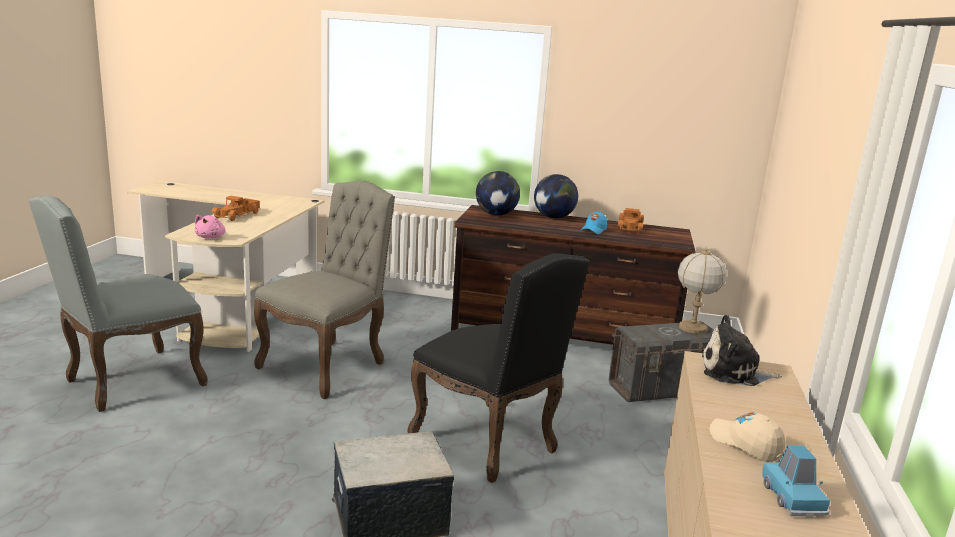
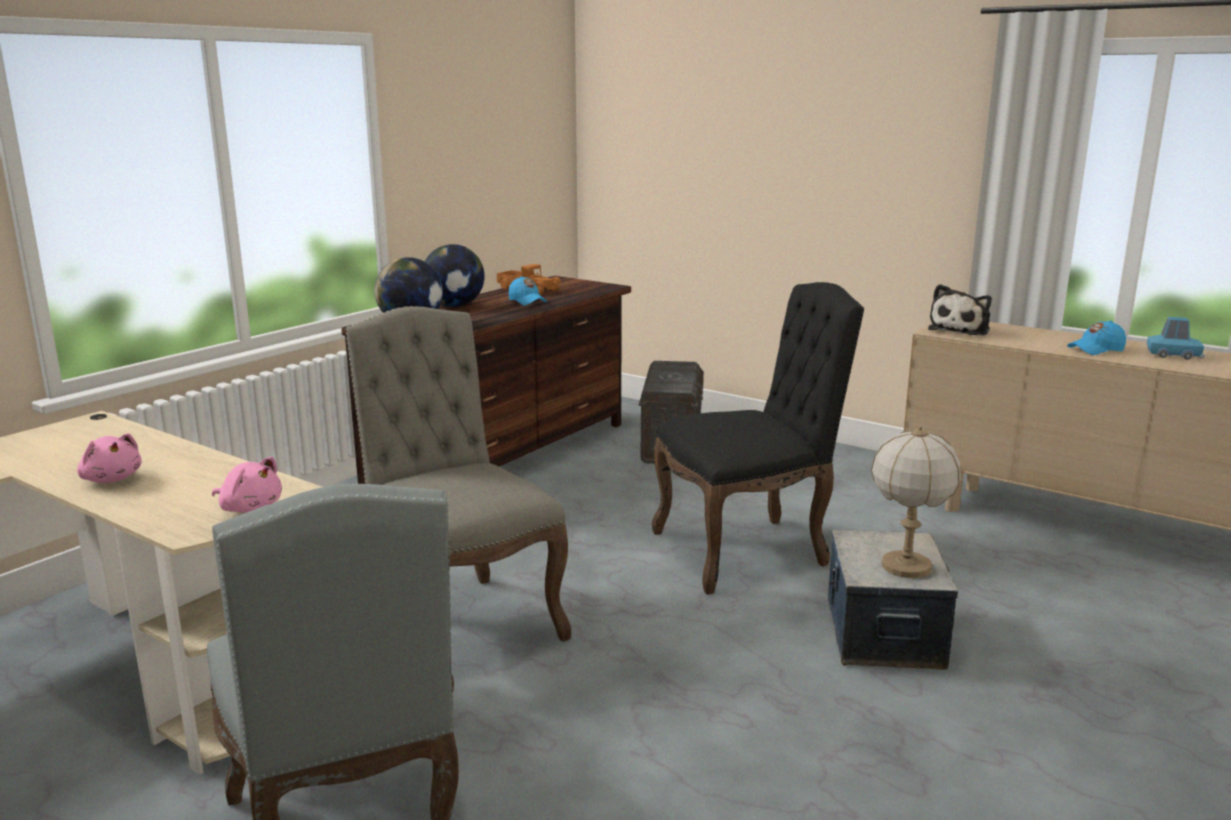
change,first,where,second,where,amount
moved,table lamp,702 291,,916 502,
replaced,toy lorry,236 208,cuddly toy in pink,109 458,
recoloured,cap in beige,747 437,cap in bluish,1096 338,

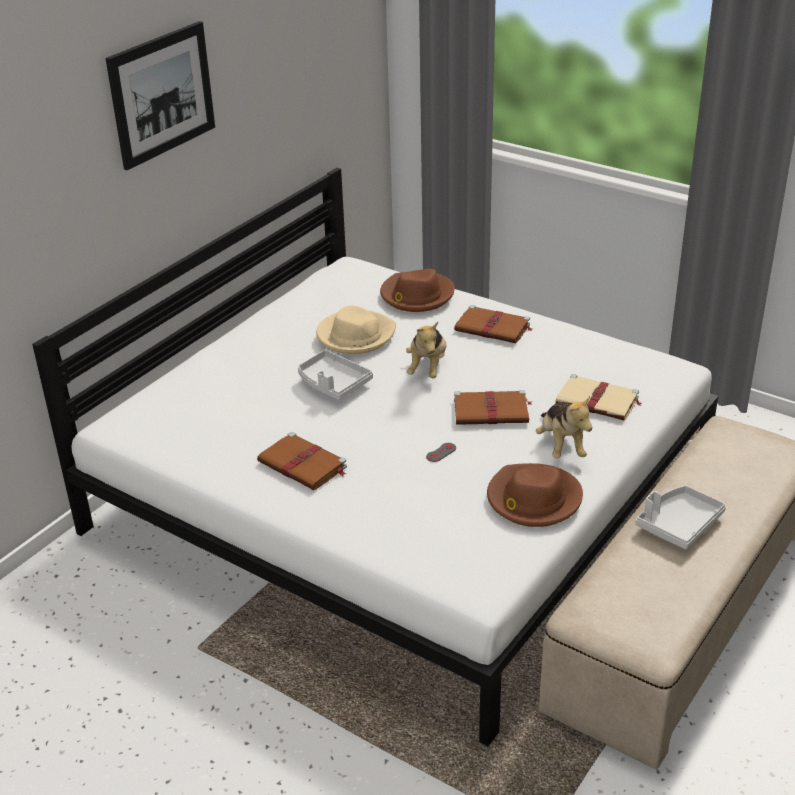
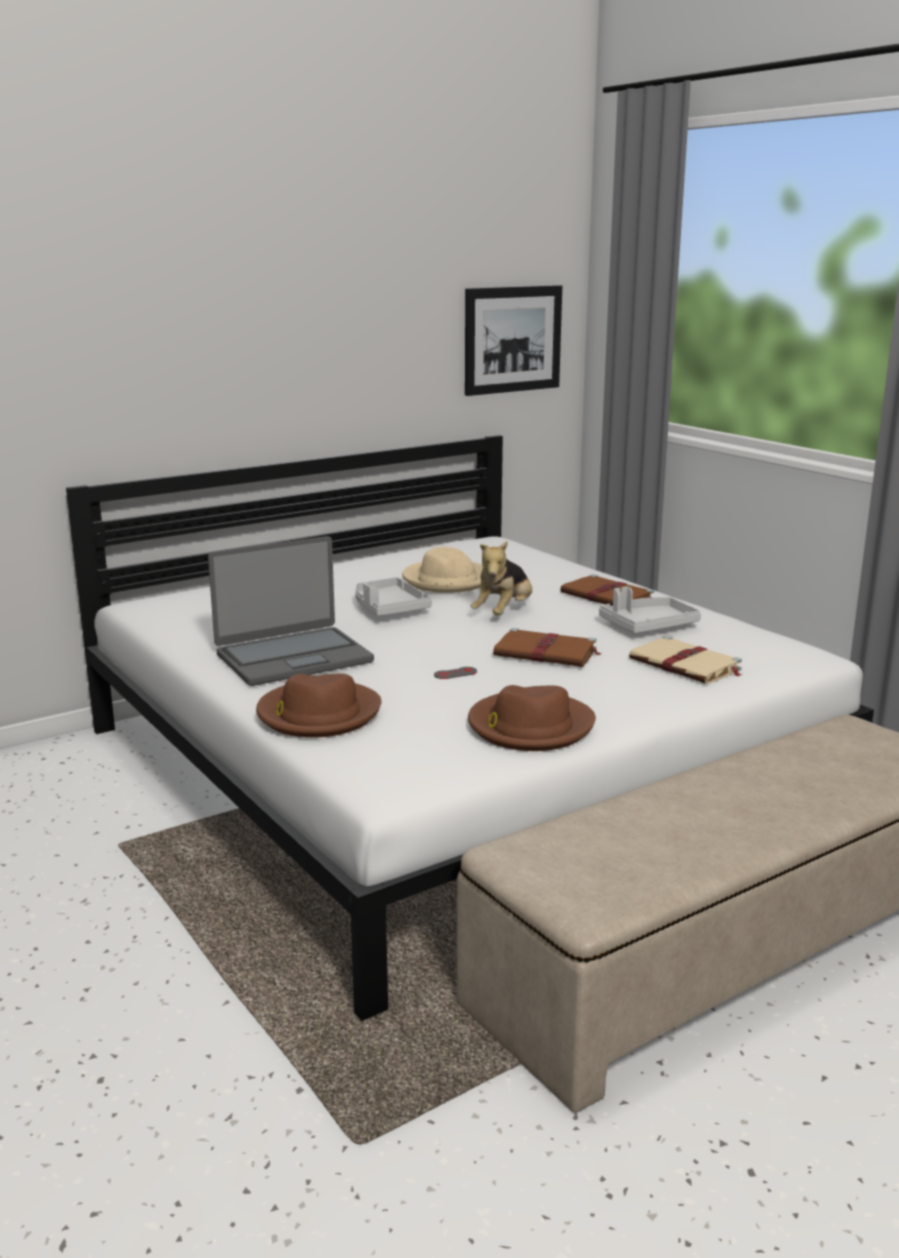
change,first,where,second,where,amount
removed,cuddly toy,564 427,,,
moved,wall picture,160 95,,513 340,
moved,clothing hat in brown,417 290,,318 705,
moved,serving tray in gray,680 517,,650 610,
replaced,book in brown,302 461,portable computer,291 611,

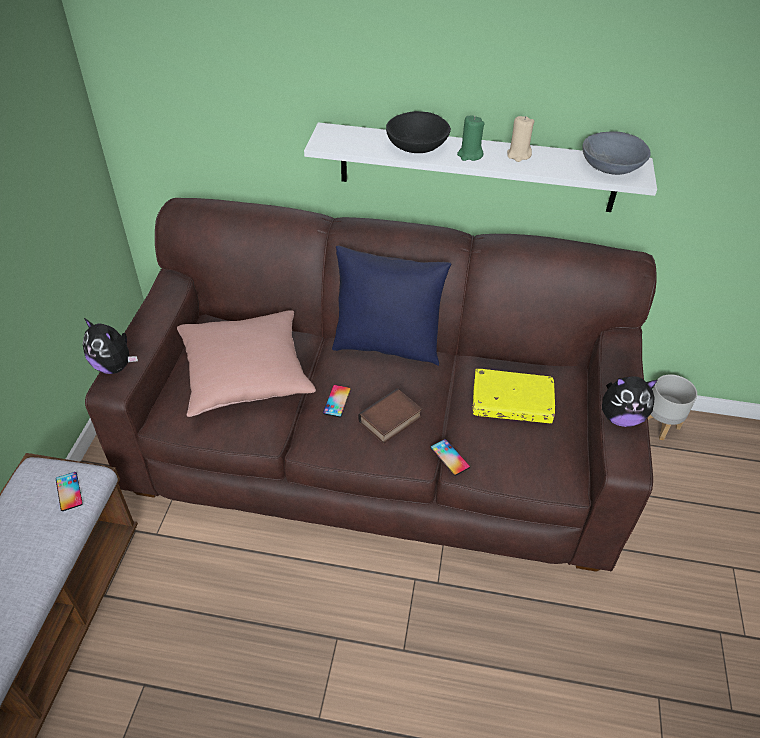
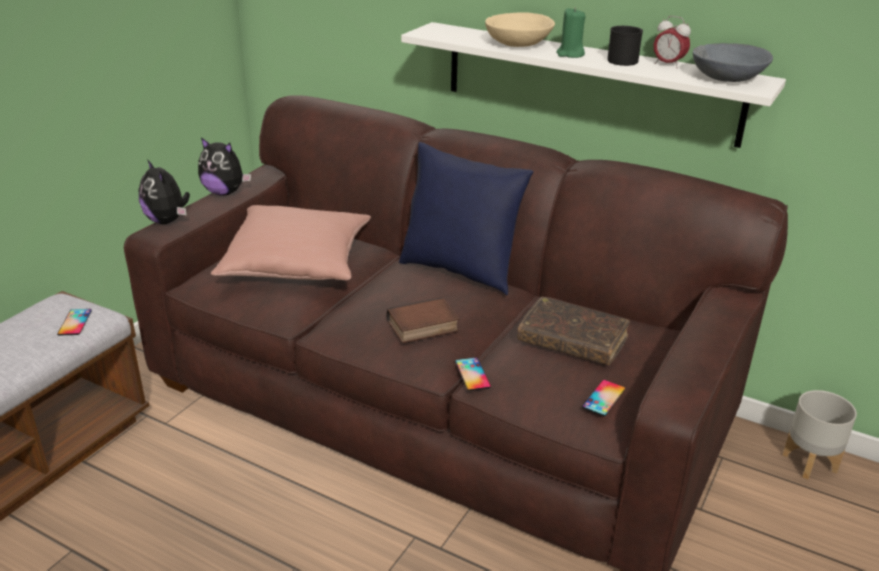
change,first,where,second,where,amount
added,,,bedside clock,672 42,
moved,telephone,337 401,,604 398,
moved,cuddly toy,629 401,,224 166,
replaced,candle in beige,520 139,tea mug in black-coloured,625 46,
recoloured,bowl in black-coloured,418 132,bowl in beige,520 29,
recoloured,book in yellow-coloured,514 396,book in brown,573 331,

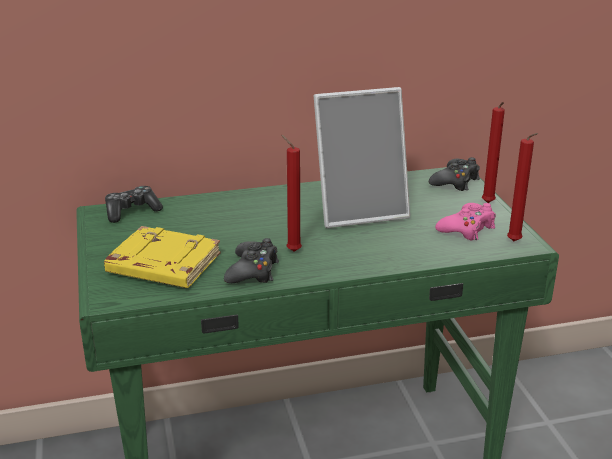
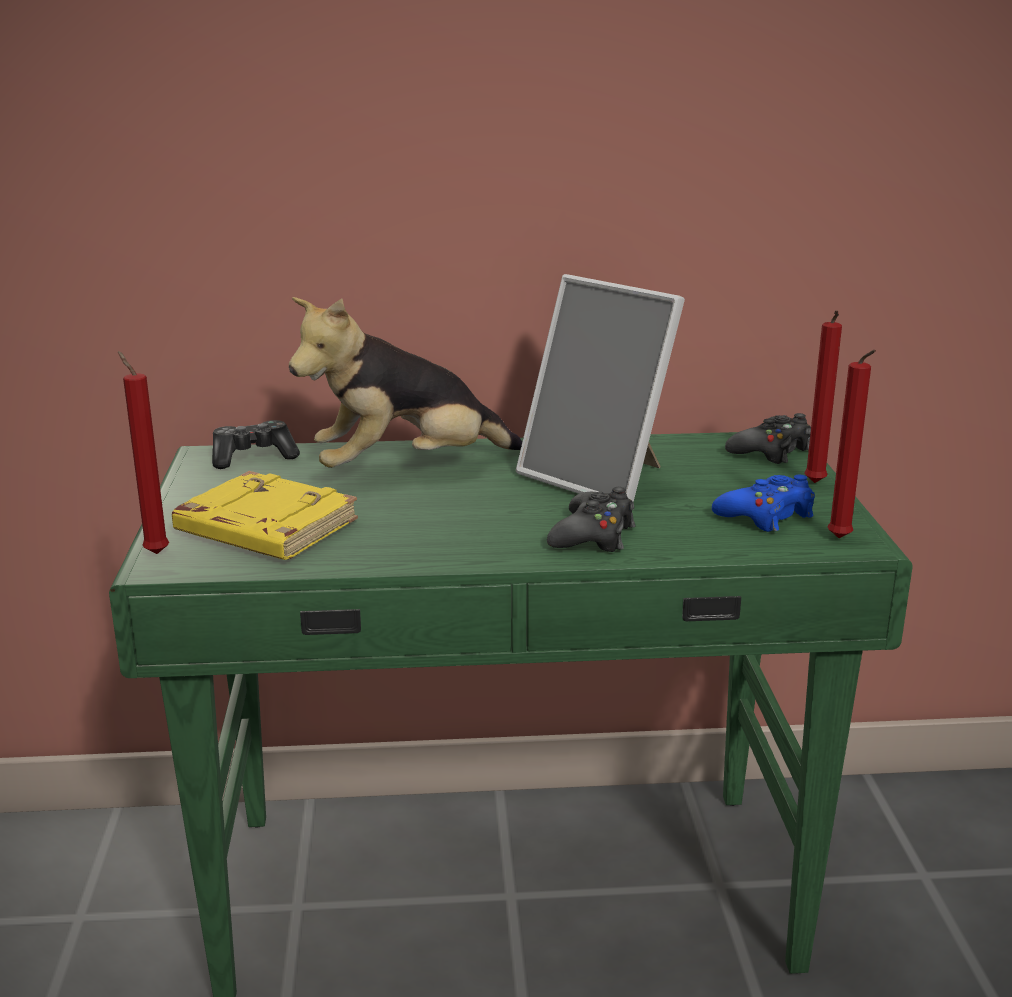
change,first,where,second,where,amount
added,,,cuddly toy,405 382,
moved,game controller in black-coloured,251 260,,591 519,
moved,candle in reddish,291 193,,143 452,
recoloured,game controller in pink,465 222,game controller in bluish,763 503,
turned,photo frame,362 157,,600 388,45 degrees clockwise

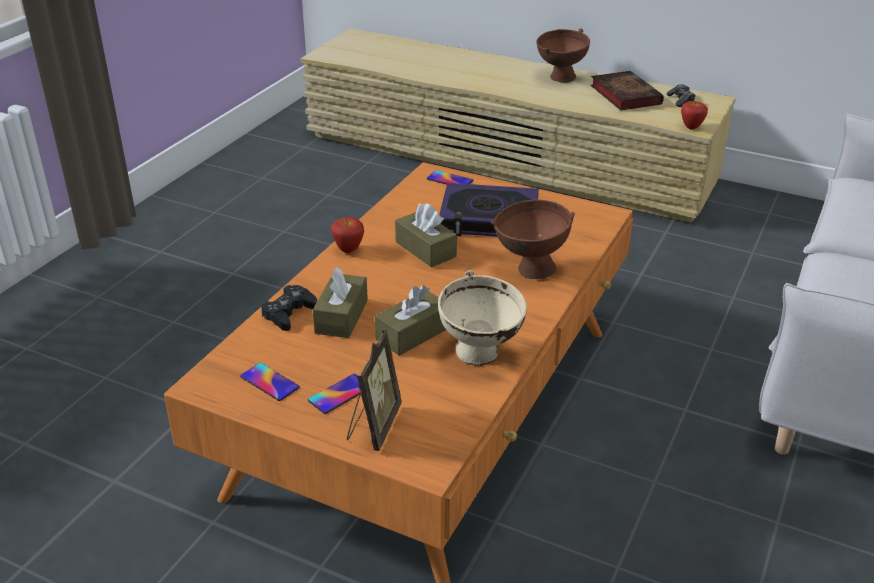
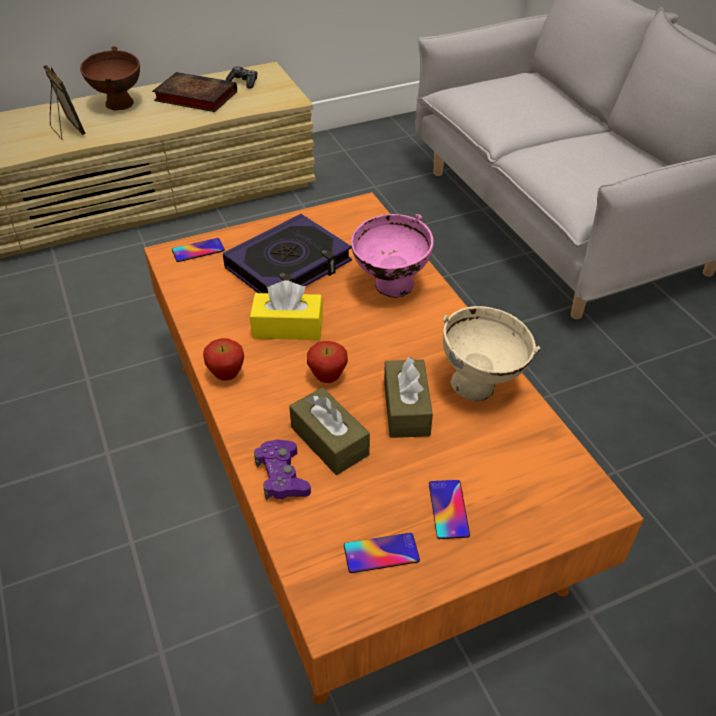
change,first,where,second,where,amount
moved,photo frame,374 390,,64 102,
moved,whole apple,694 115,,327 362,
recoloured,game controller in black-coloured,289 308,game controller in purple,282 470,
recoloured,tissue box in brown,426 235,tissue box in yellow-coloured,286 310,
recoloured,bowl in brown,533 239,bowl in pink,392 256,

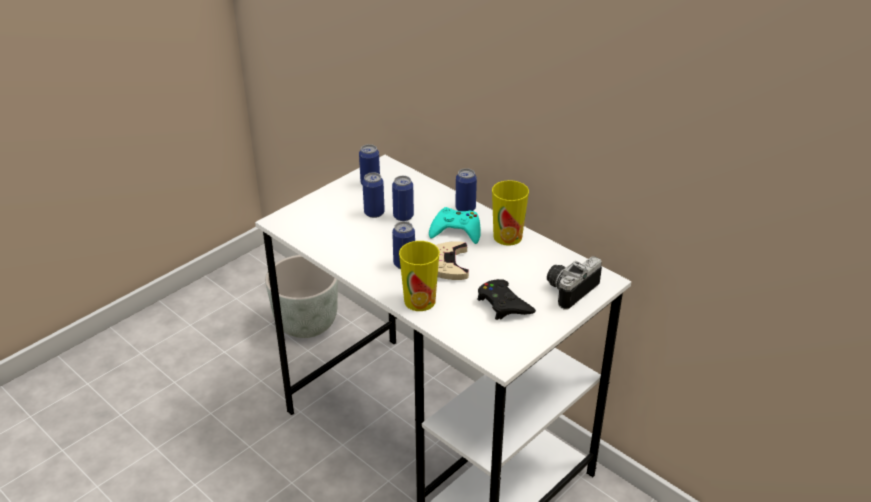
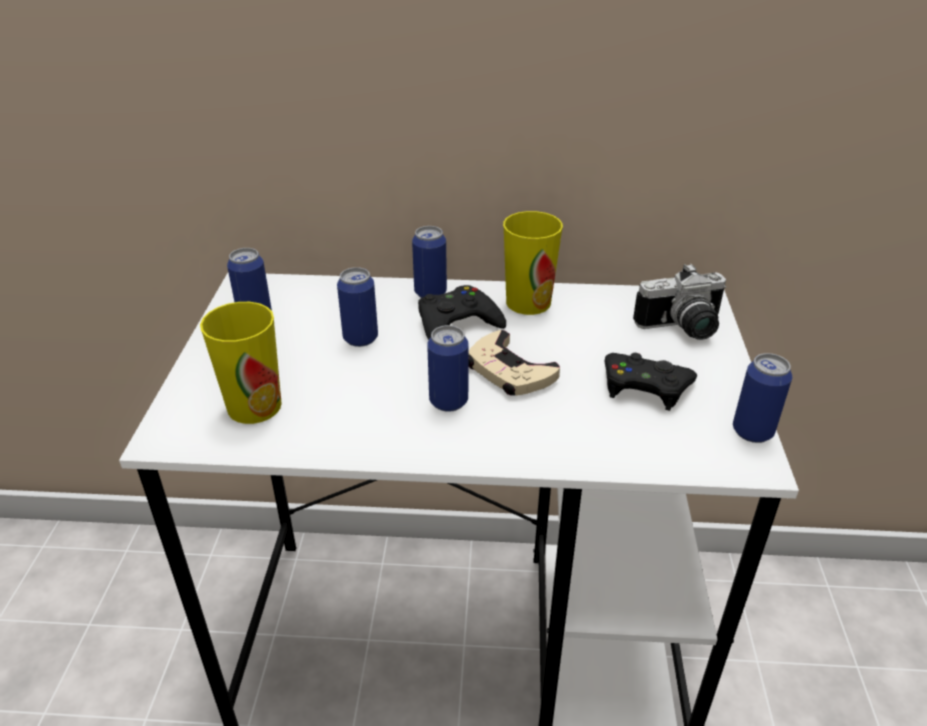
change,first,where,second,where,amount
removed,planter in gray,301 296,,,
moved,can,373 195,,762 398,
moved,cup,419 276,,241 363,
recoloured,game controller in turquoise,455 225,game controller in black-coloured,462 312,
turned,still camera,574 283,,679 301,105 degrees counterclockwise

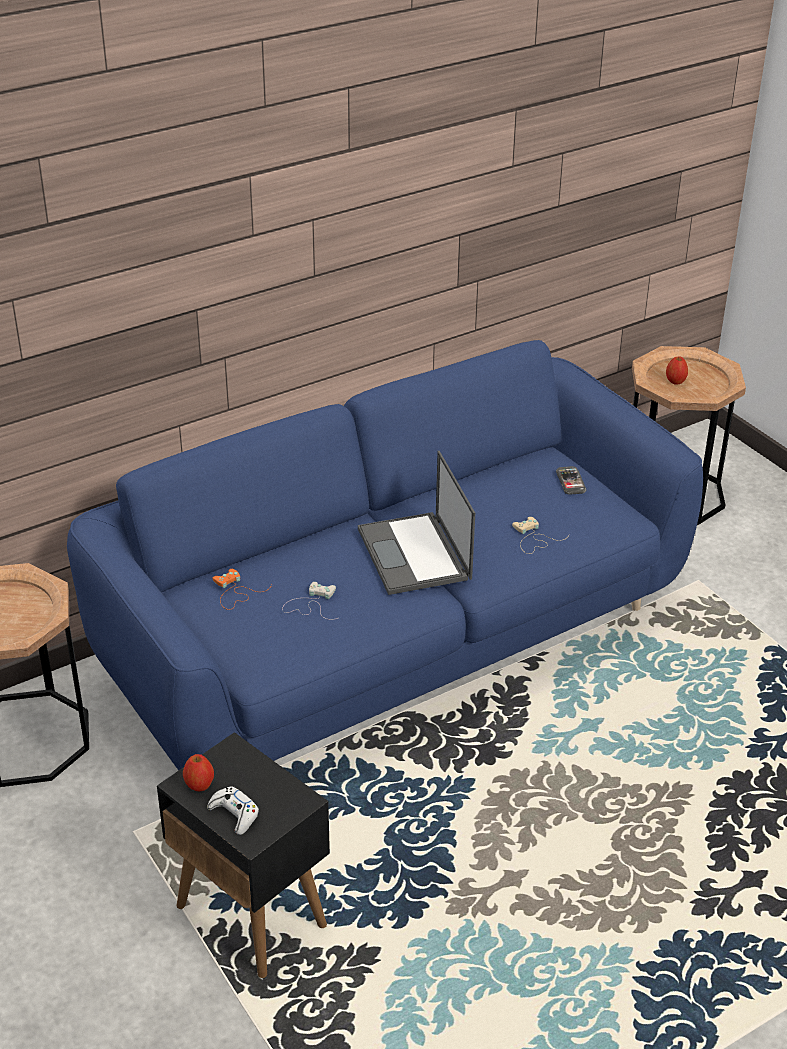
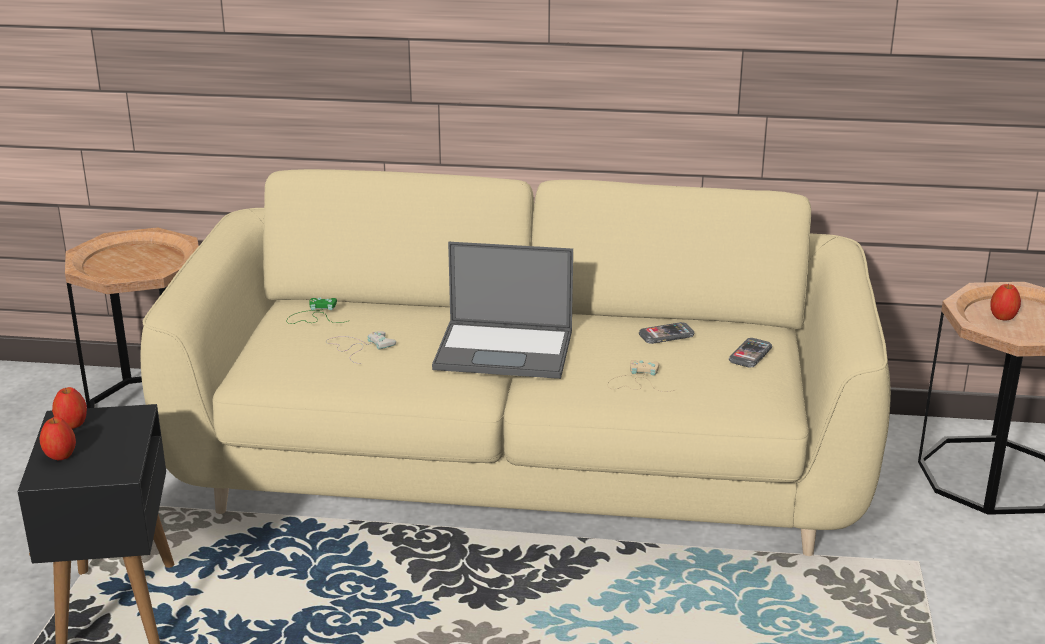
change,first,where,second,where,amount
added,,,telephone,667 333,
replaced,game controller in white,233 810,whole apple,57 438,
recoloured,couch in bluish,385 555,couch in beige,515 362,
recoloured,game controller in orange-coloured,242 589,game controller in greenish,317 311,
turned,portable computer,416 523,,502 310,105 degrees counterclockwise

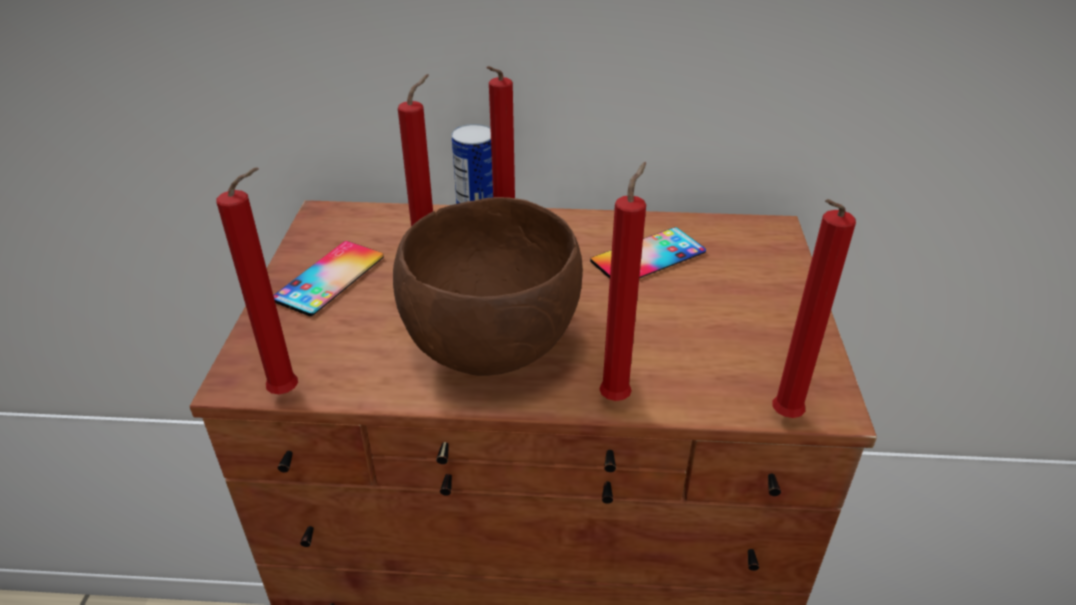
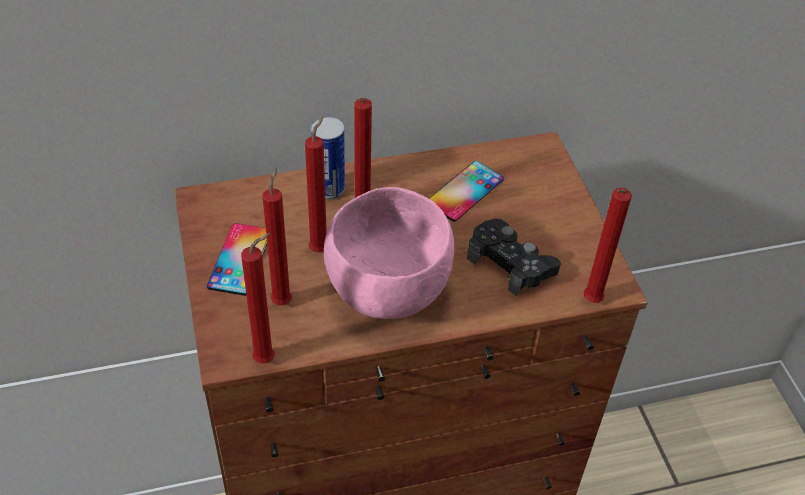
change,first,where,second,where,amount
added,,,game controller in black-coloured,514 257,
moved,candle in reddish,622 281,,277 236,
recoloured,bowl in brown,488 286,bowl in pink,389 253,

